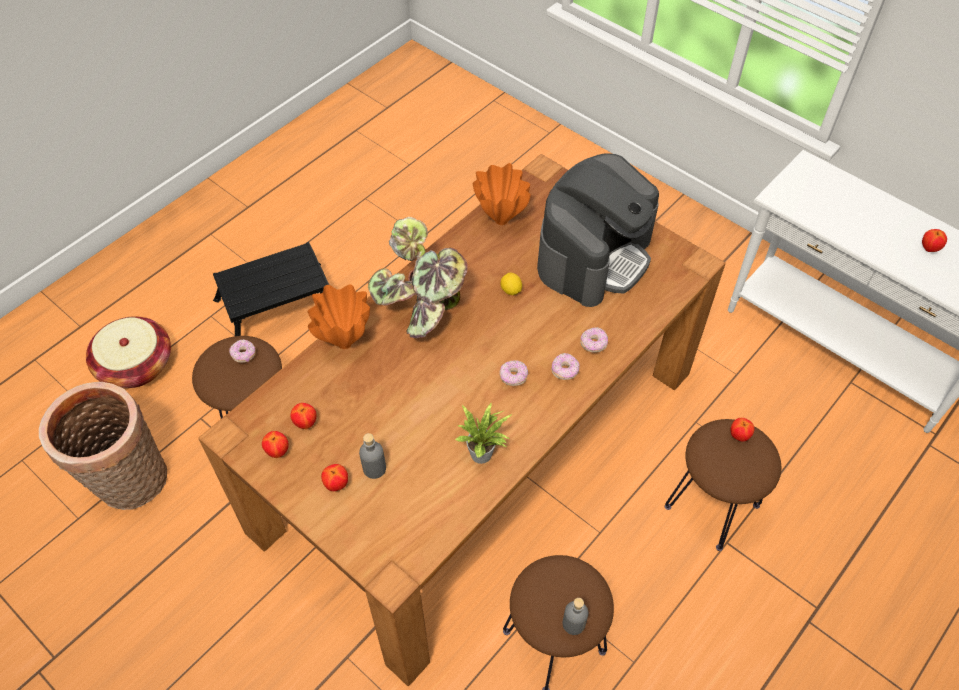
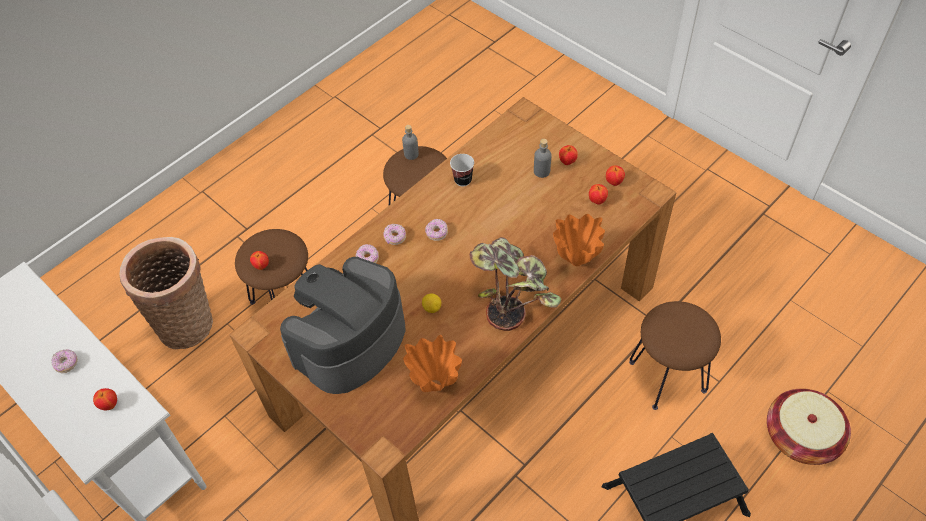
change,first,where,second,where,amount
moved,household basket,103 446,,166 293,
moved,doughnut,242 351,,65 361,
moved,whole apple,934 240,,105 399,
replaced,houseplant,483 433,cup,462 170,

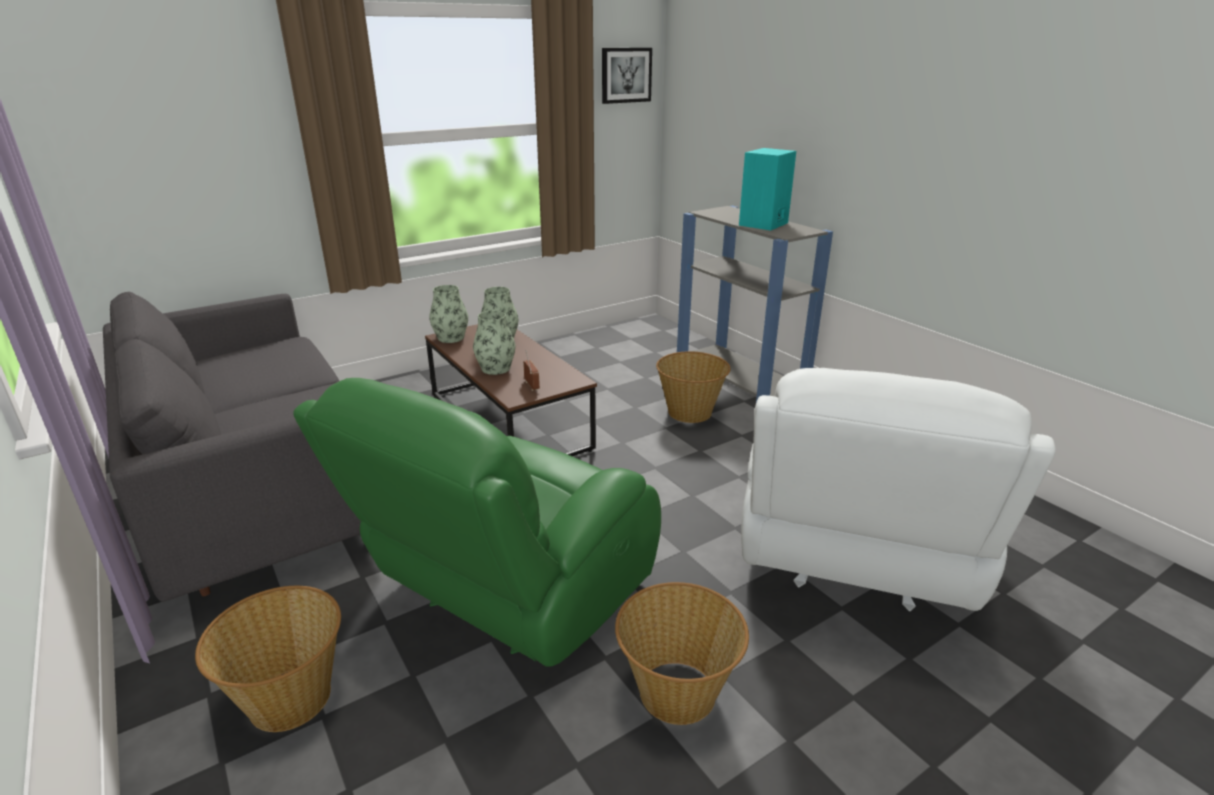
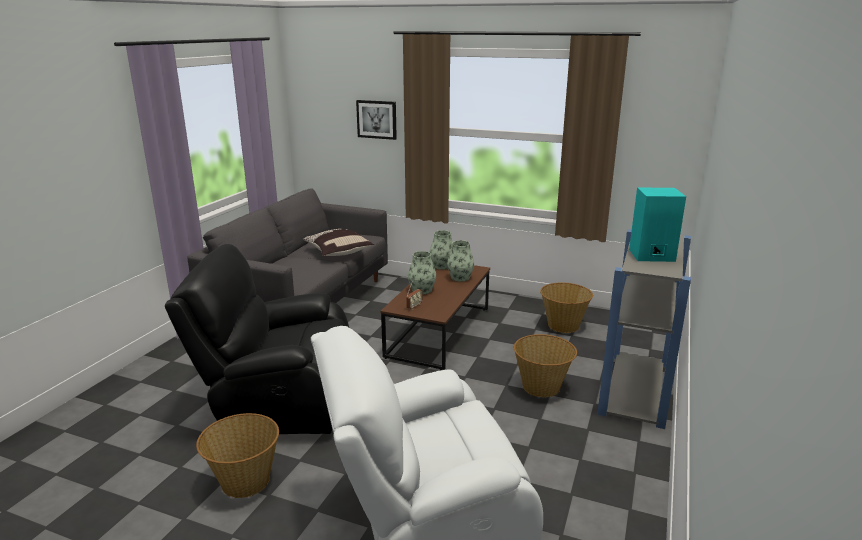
change,first,where,second,where,amount
added,,,pillow,338 242,
moved,household basket,268 659,,566 307,
moved,wall picture,627 76,,376 120,
recoloured,lounge chair in greenish,477 522,lounge chair in black-coloured,257 339,

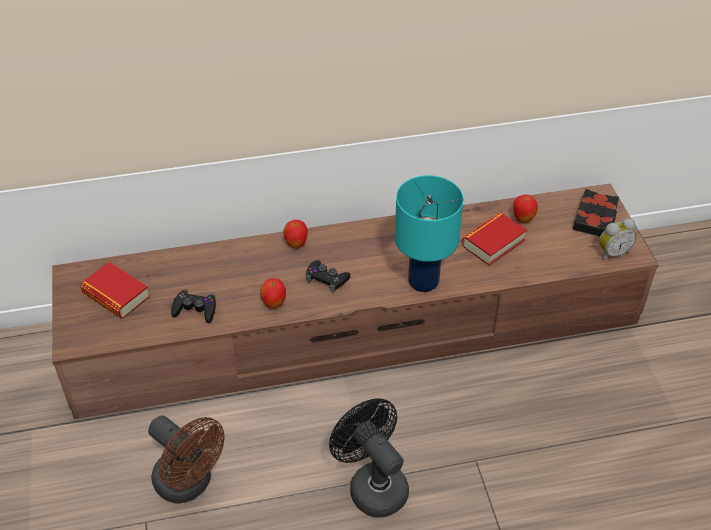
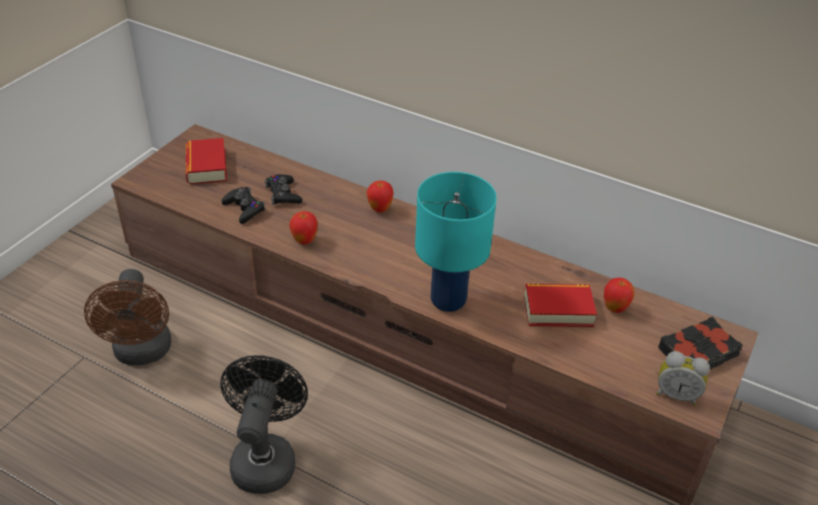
change,first,where,second,where,amount
moved,game controller in black-coloured,328 276,,283 189,

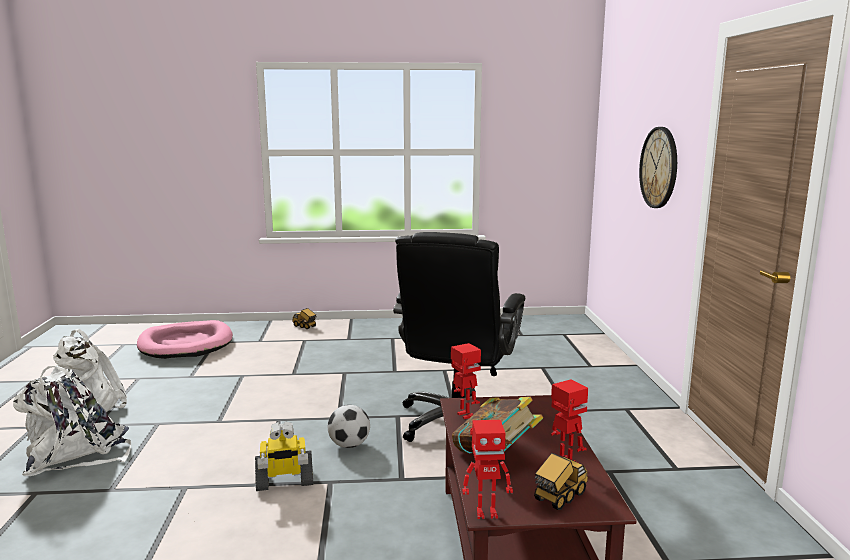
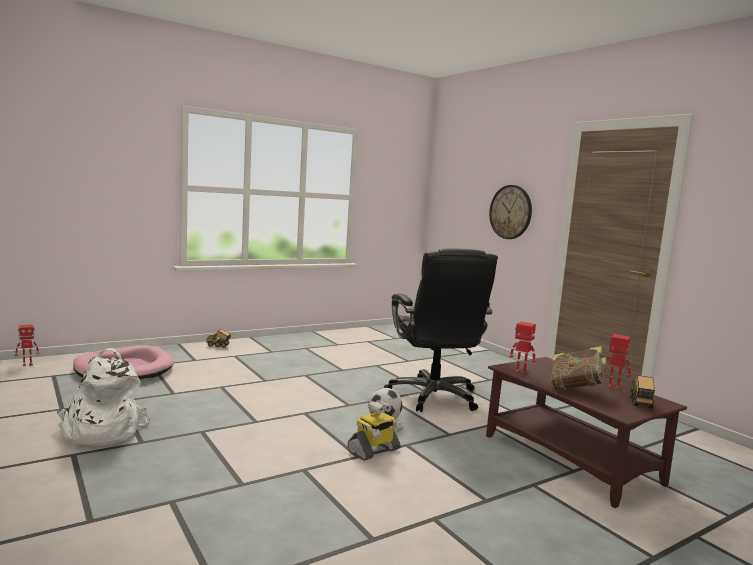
change,first,where,second,where,amount
removed,backpack in white,72 421,,,
moved,toy robot,487 469,,27 345,

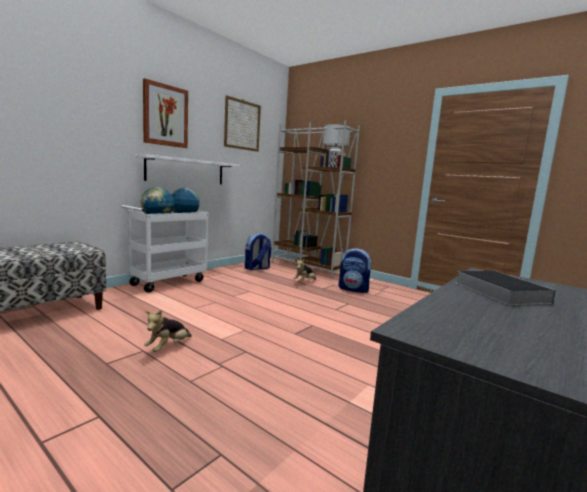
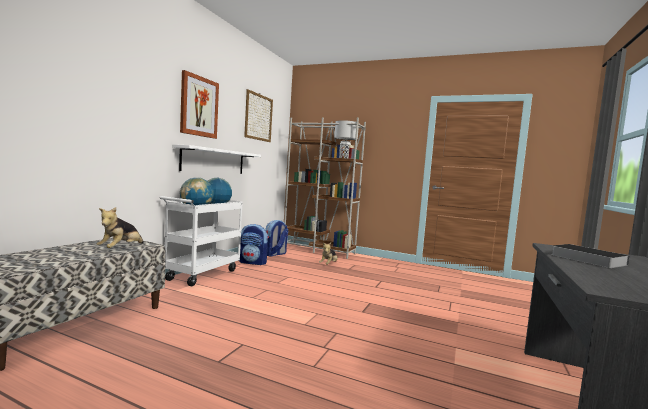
change,first,where,second,where,amount
moved,cuddly toy,168 331,,120 227,
moved,backpack,355 270,,254 244,

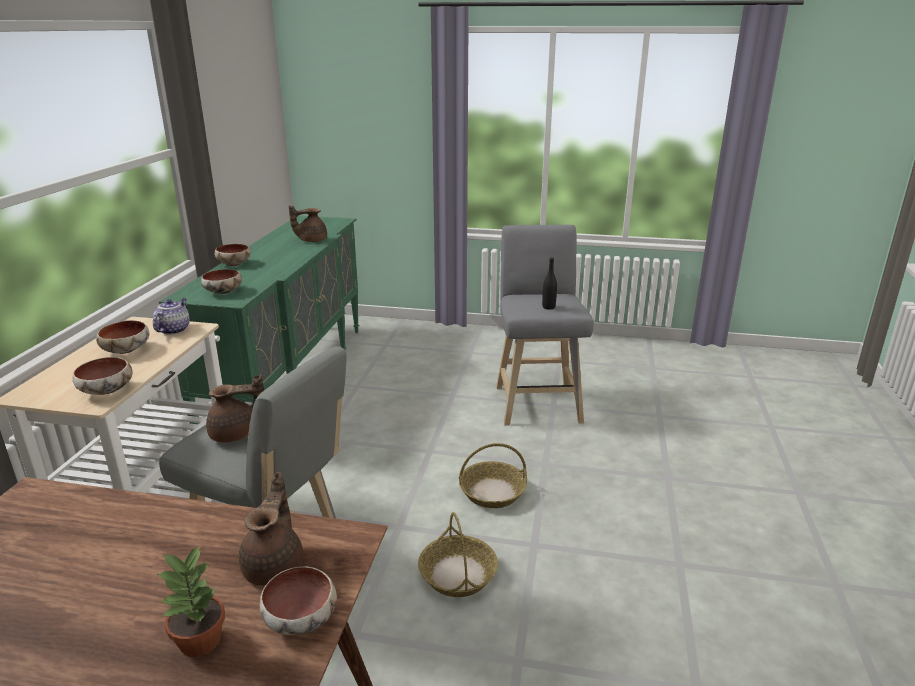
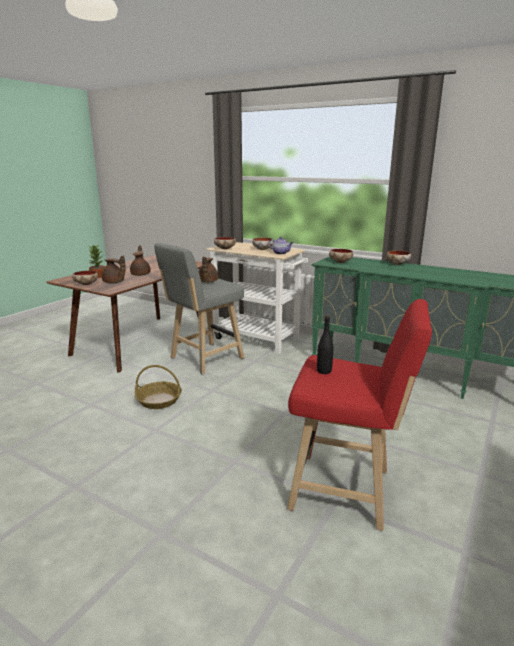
change,first,where,second,where,amount
removed,household basket,493 475,,,
moved,teapot in brown,308 223,,140 260,
recoloured,sitting stool in gray,545 325,sitting stool in reddish,359 415,

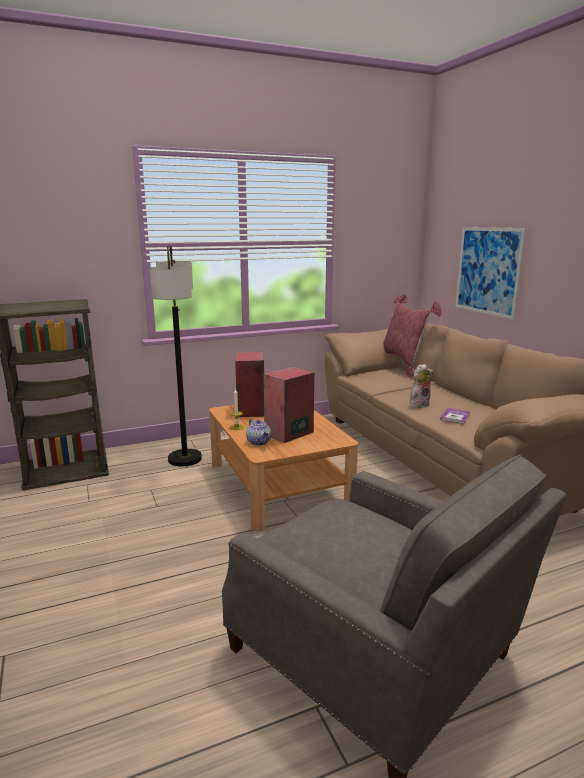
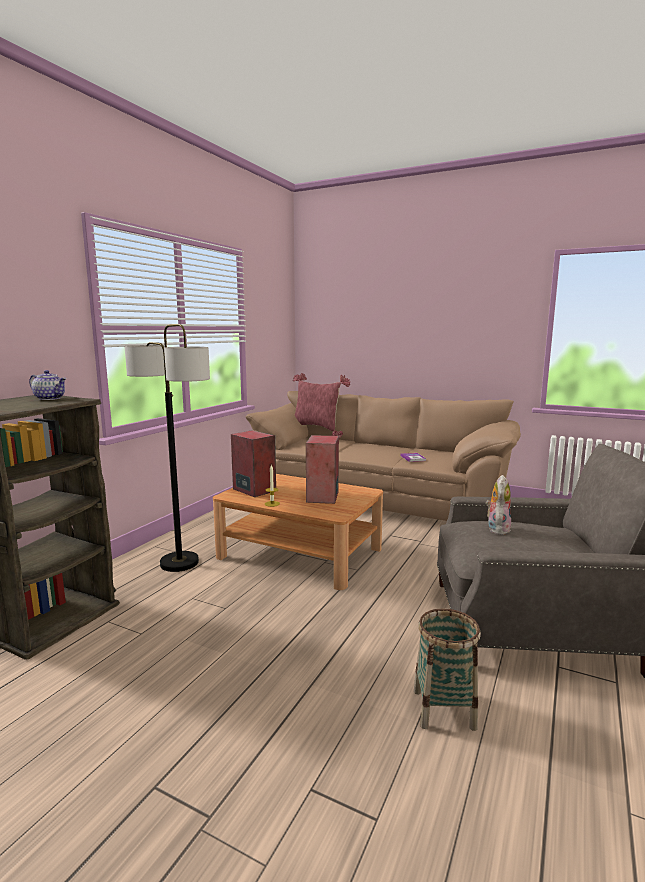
change,first,where,second,where,amount
removed,wall picture,490 273,,,
added,,,household basket,447 669,
moved,teapot,258 432,,47 385,
moved,cuddly toy,421 386,,498 505,

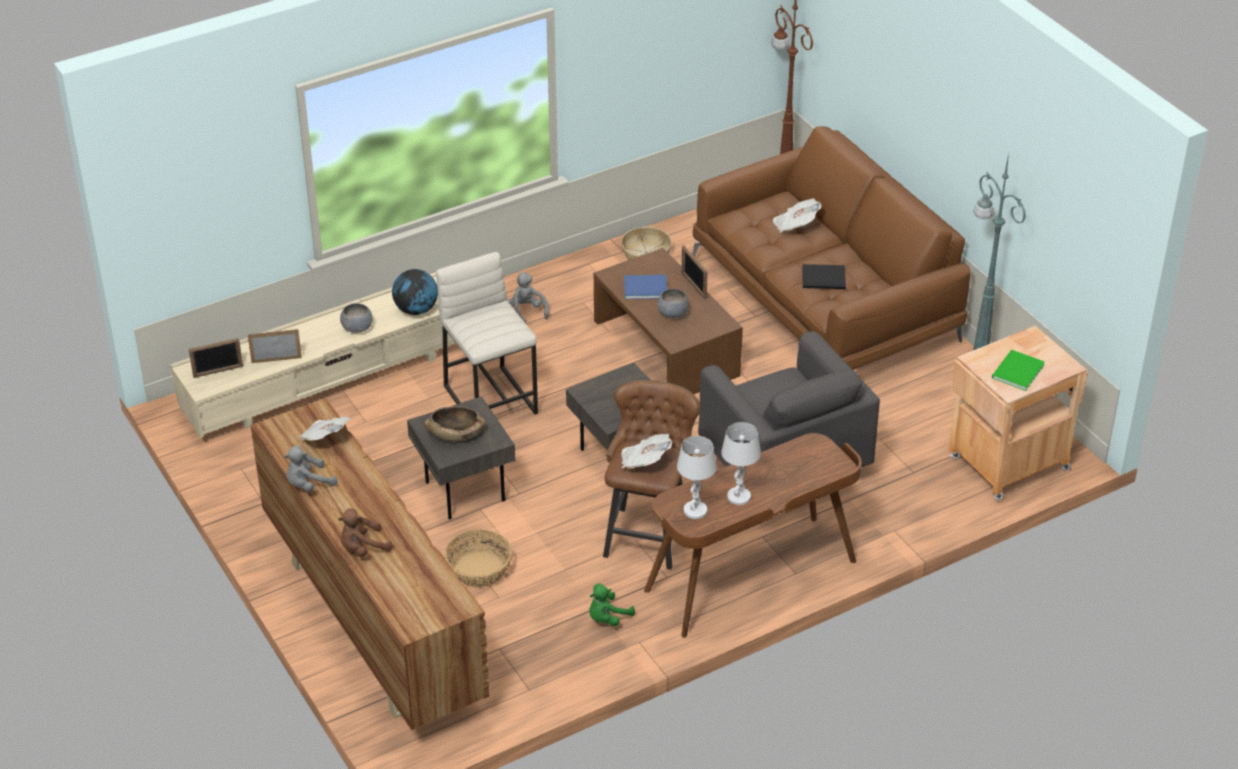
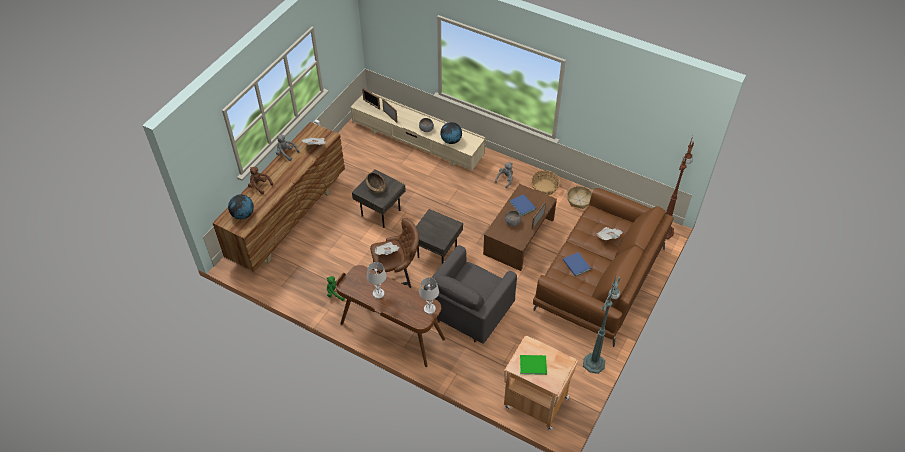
change,first,where,second,where,amount
removed,sitting stool in beige,487 333,,,
added,,,world globe,241 206,
moved,household basket,478 558,,545 182,
moved,table lamp in white,697 477,,429 295,
recoloured,book in black-coloured,824 276,book in bluish,577 264,

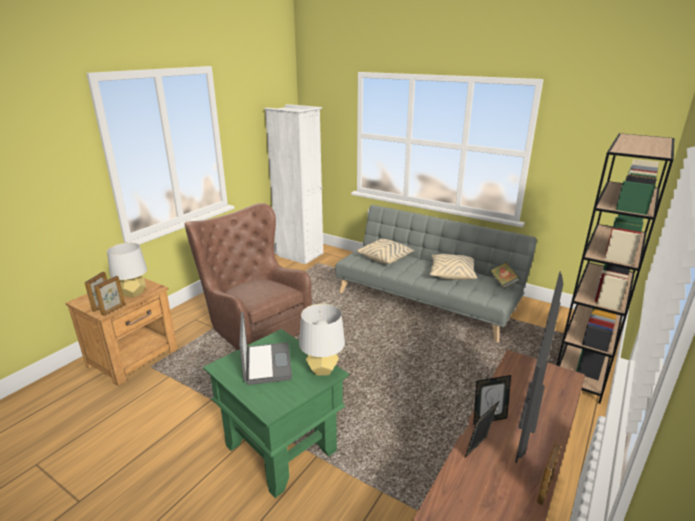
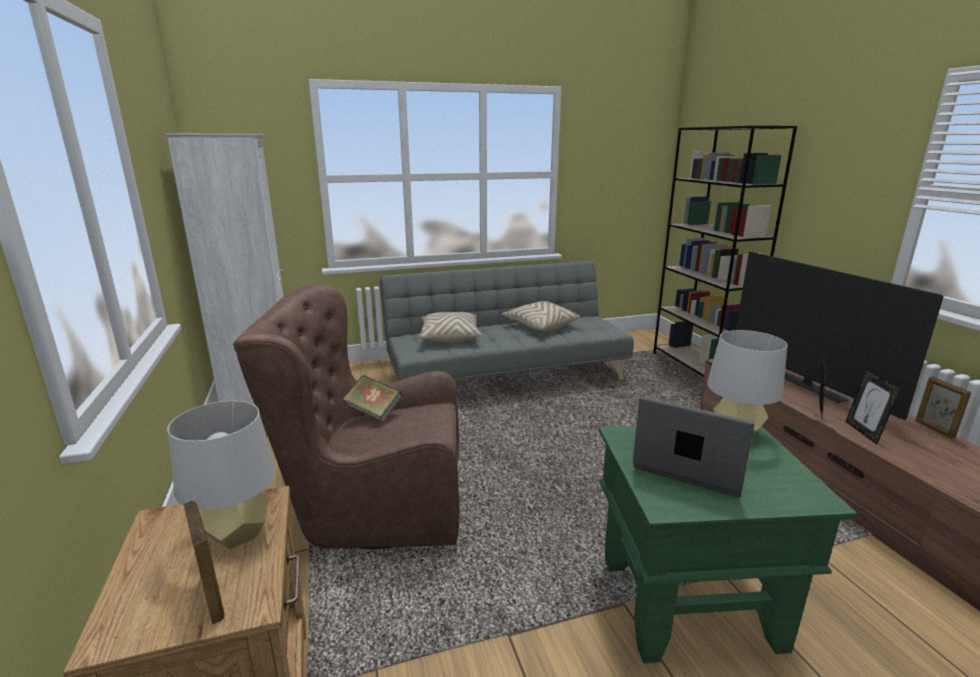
change,first,where,second,where,amount
removed,photo frame,109 296,,,
moved,book,505 275,,372 398,

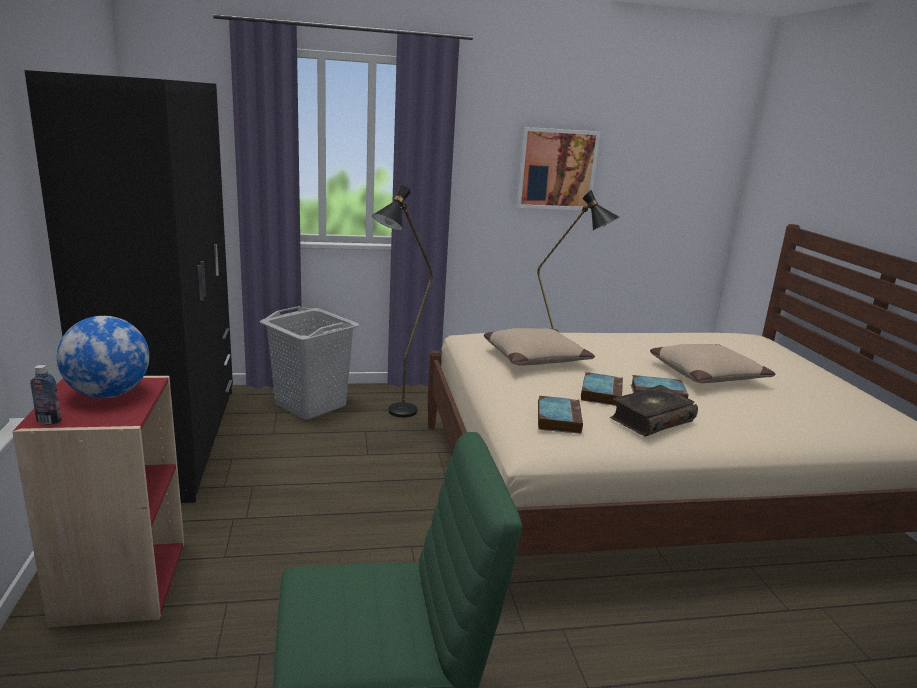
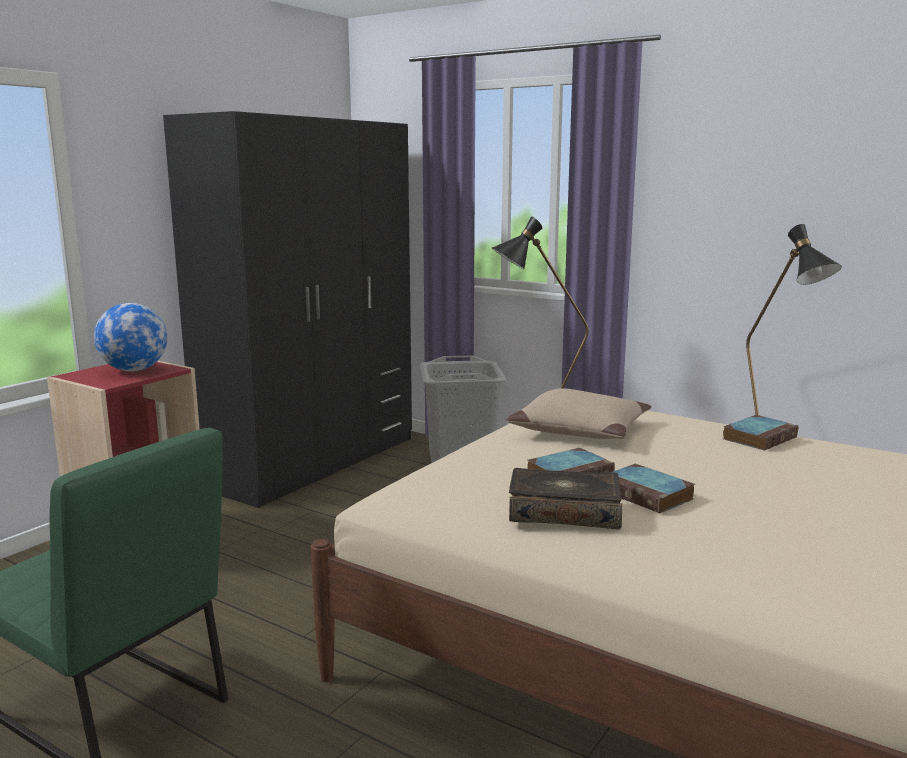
change,first,where,second,where,amount
removed,drink bottle,46 394,,,
removed,wall picture,558 169,,,
removed,pillow in beige,713 363,,,
moved,book,560 415,,760 433,

